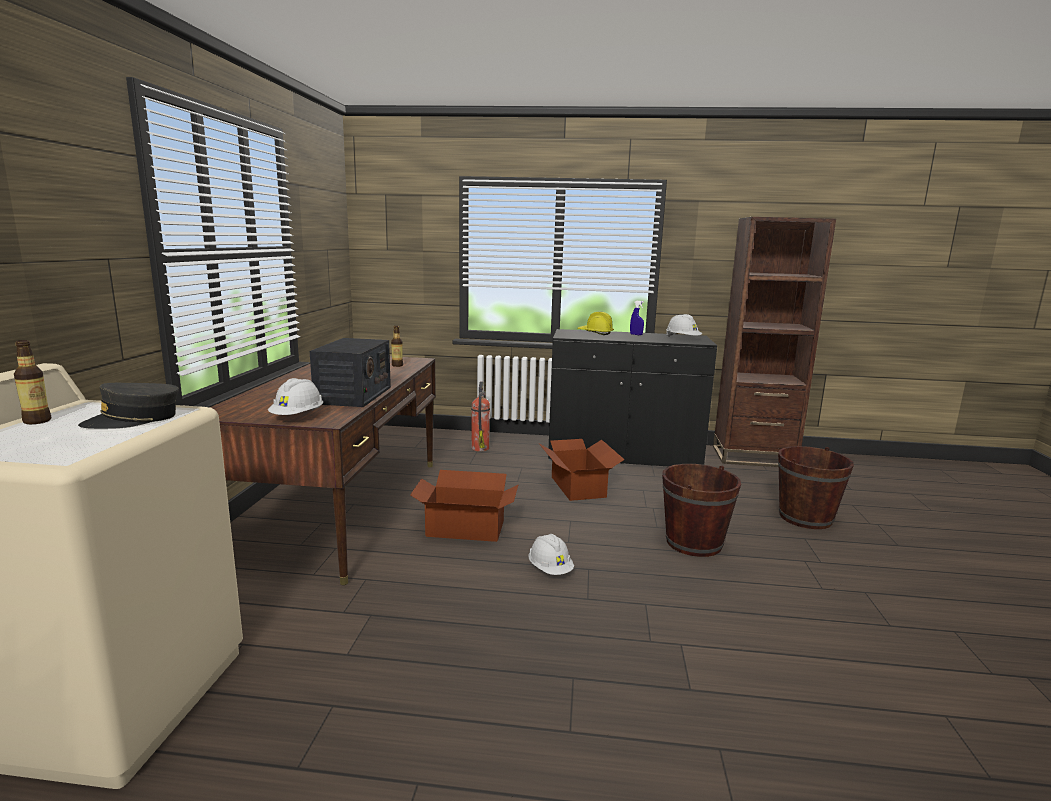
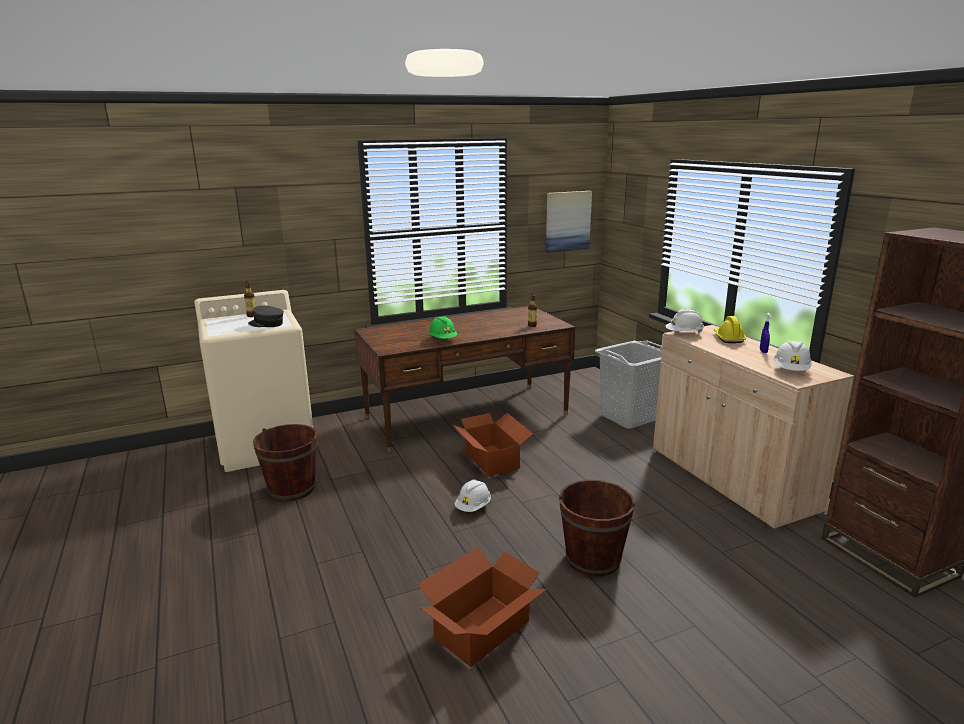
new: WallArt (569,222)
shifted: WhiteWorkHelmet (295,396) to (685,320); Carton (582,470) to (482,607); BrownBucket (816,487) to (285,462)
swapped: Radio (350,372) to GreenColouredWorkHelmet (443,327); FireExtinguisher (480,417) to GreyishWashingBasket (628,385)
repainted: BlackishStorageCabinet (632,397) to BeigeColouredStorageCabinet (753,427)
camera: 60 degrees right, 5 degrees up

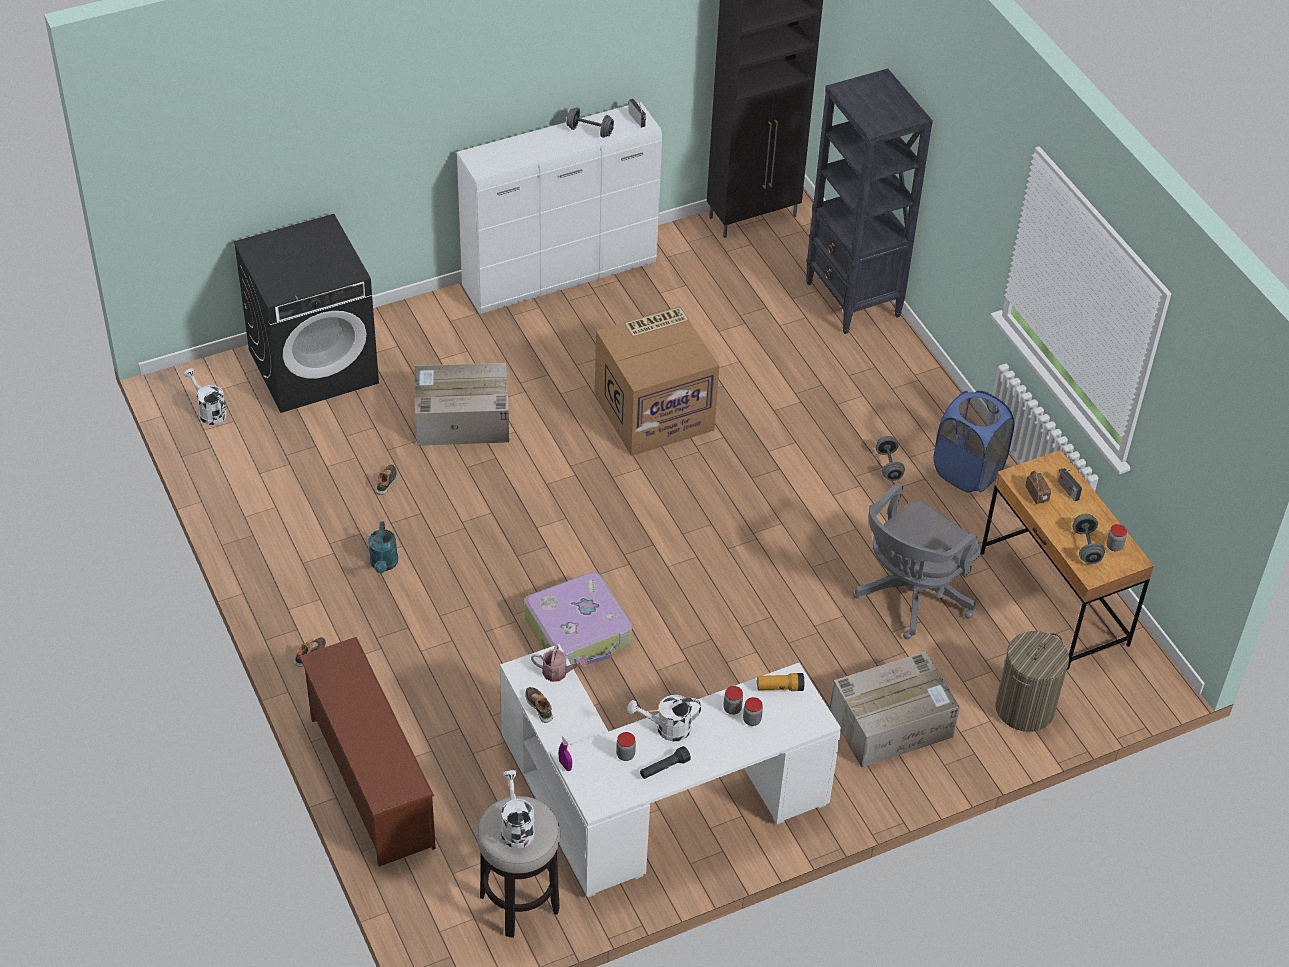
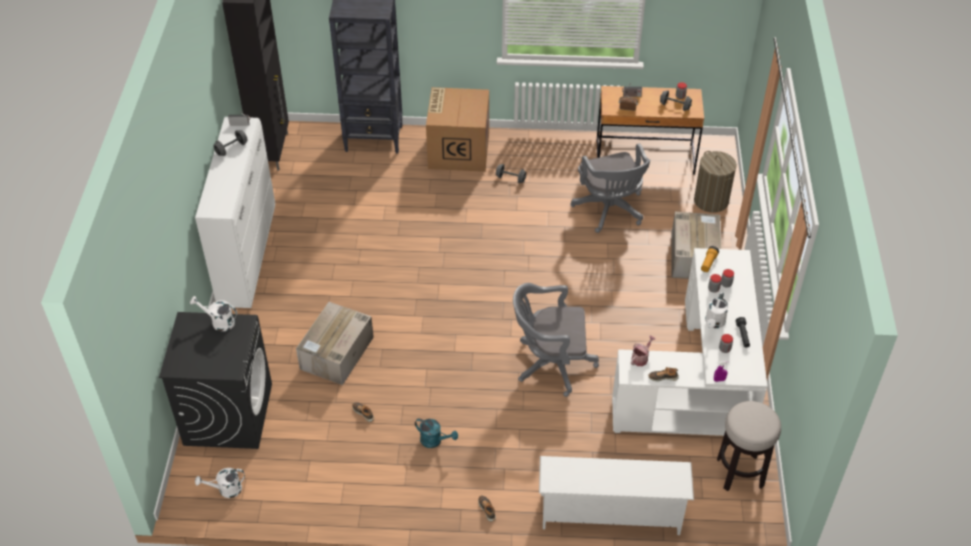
gone: BluishWashingBasket (974,442)
shifted: WhiteSprinklingCan (518,809) to (213,313); Carton (657,381) to (457,129)
swapped: PieceOfLuggage (578,619) to GreyishOfficeChair (556,340)
repainted: BrownShoeShelf (367,752) to WhiteShoeShelf (616,495)
camera: 60 degrees left, 0 degrees up

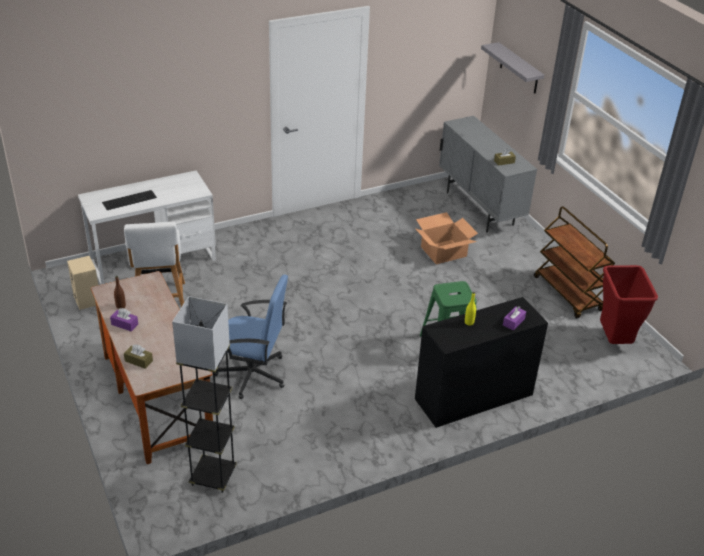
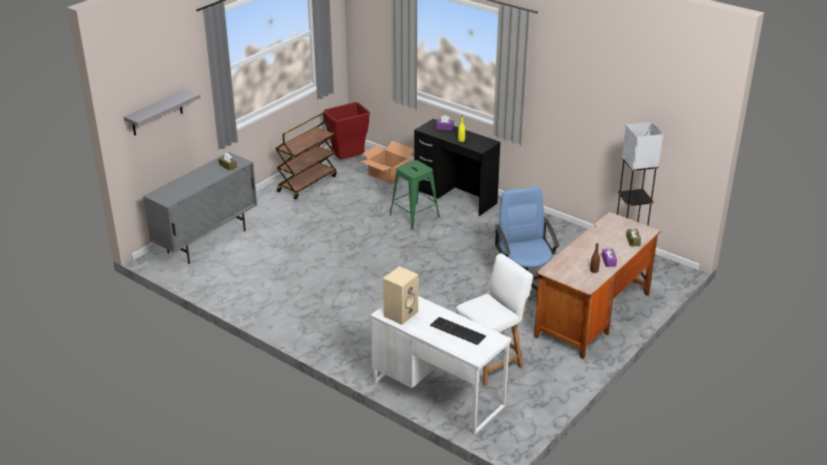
shifted: BeigeColouredAudioSpeaker (82,283) to (400,295); Carton (446,238) to (387,162)
camera: 115 degrees left, 5 degrees down

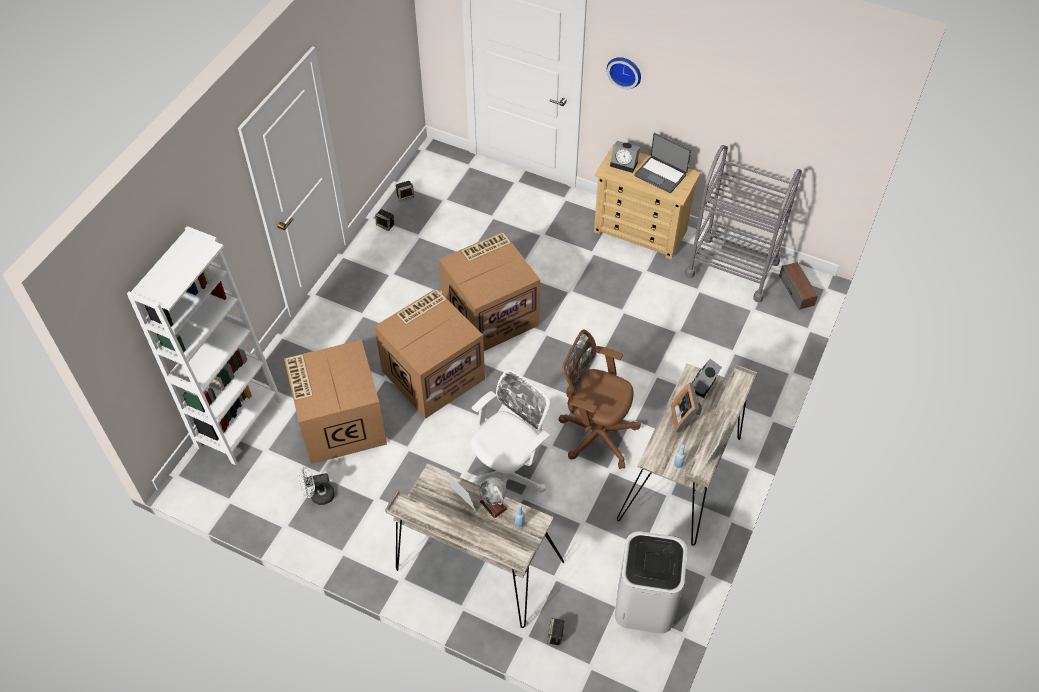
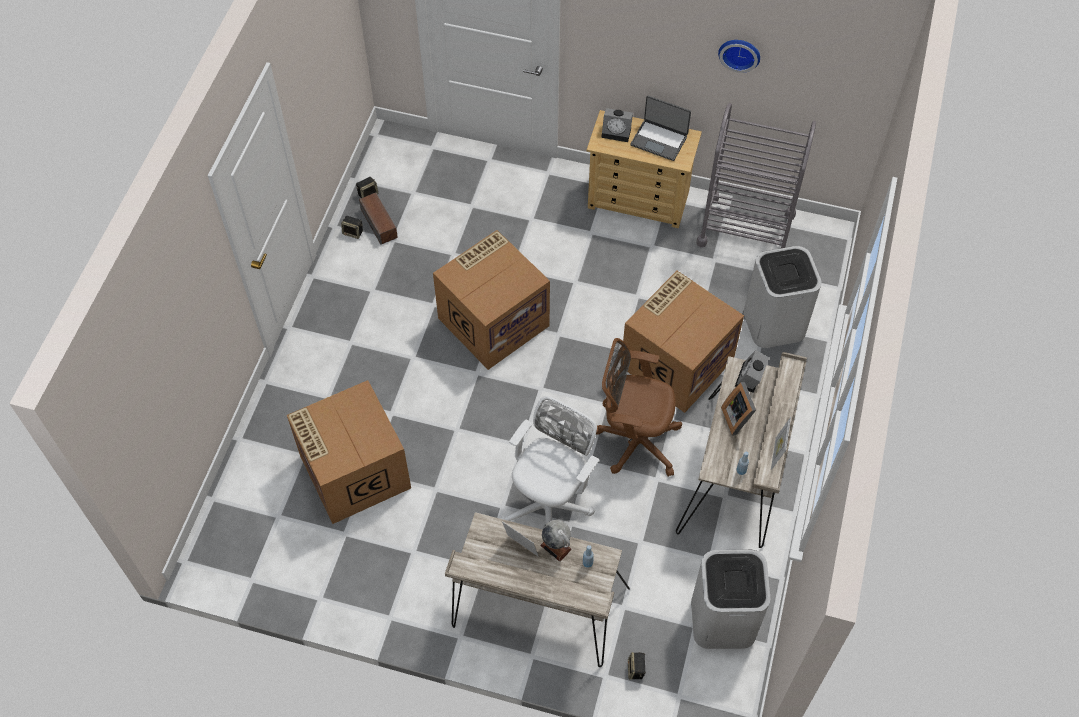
gone: WhiteShelvingUnit (204,345); WhiteFan (316,485)
new: WhiteTrashCan (783,297)
shifted: Carton (429,353) to (683,342); WallClock (624,73) to (739,56); AudioSpeaker (798,286) to (378,219)
camera: 10 degrees left, 5 degrees up

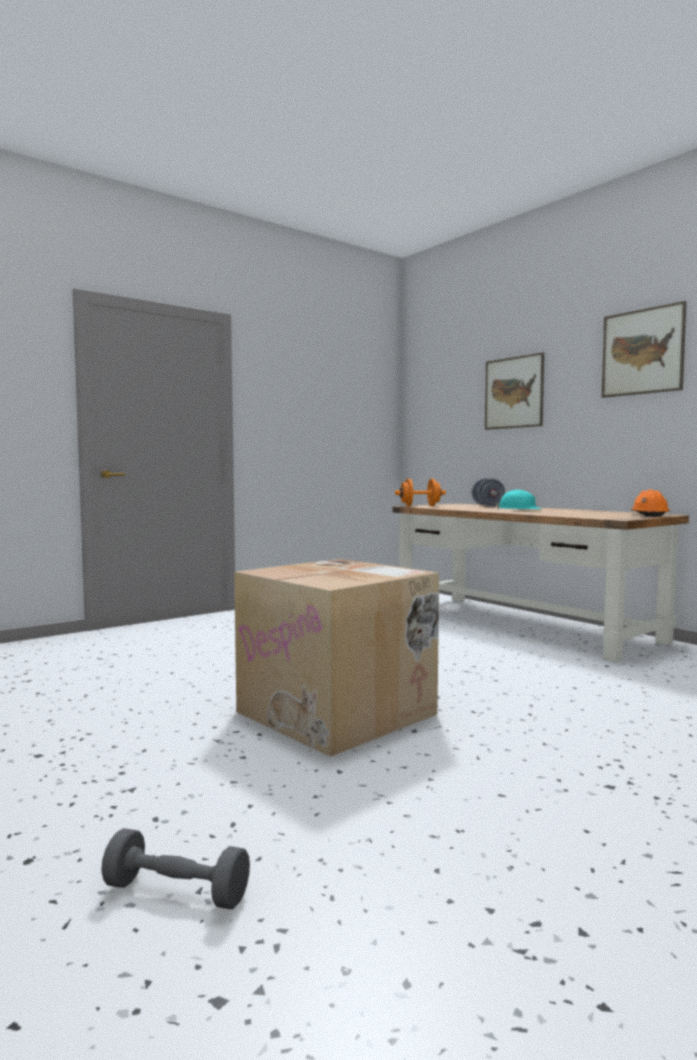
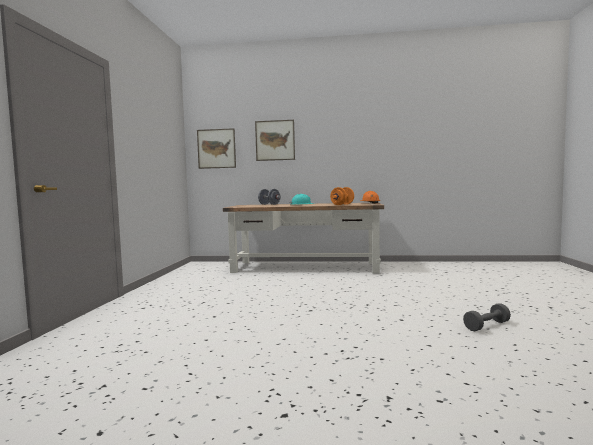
gone: Carton (336,658)
shifted: GreyishFreeWeight (175,868) to (487,317); OrangeColouredFreeWeight (420,492) to (342,196); WallArt (643,349) to (216,148)
camera: 45 degrees left, 0 degrees up

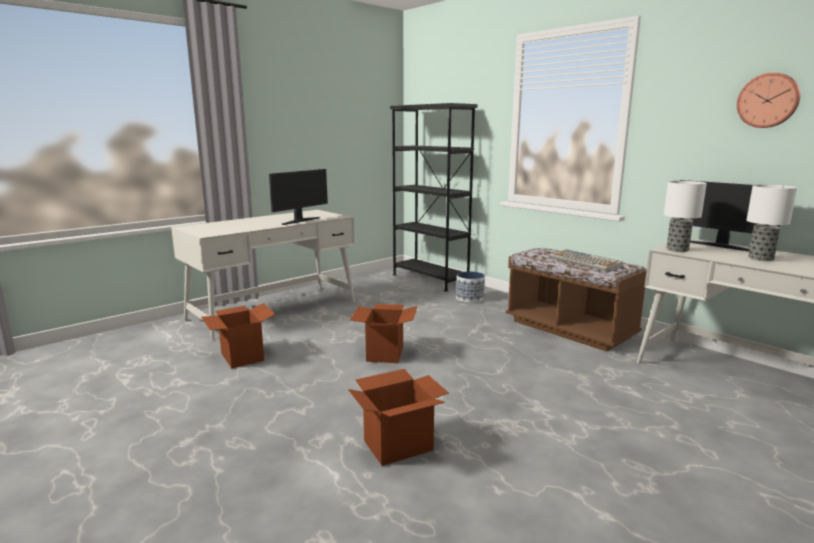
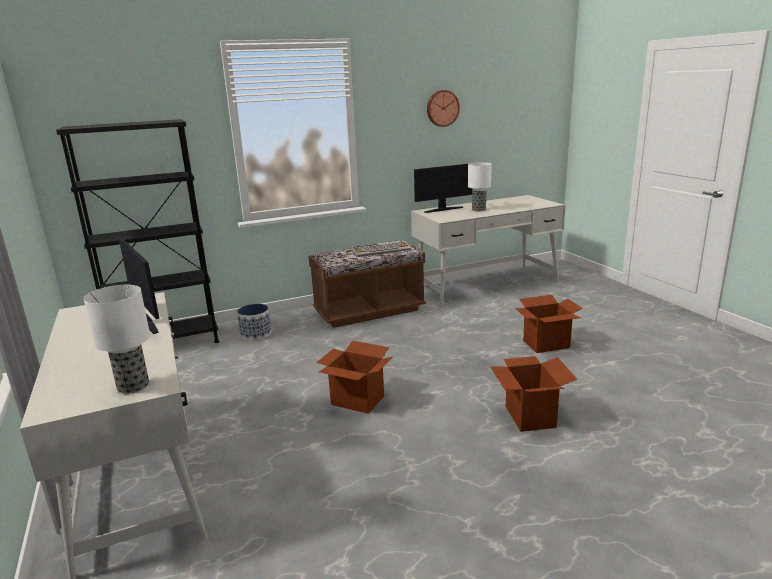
shifted: Carton (238,335) to (549,324); TableLamp (685,216) to (117,339)
camera: 70 degrees left, 5 degrees up

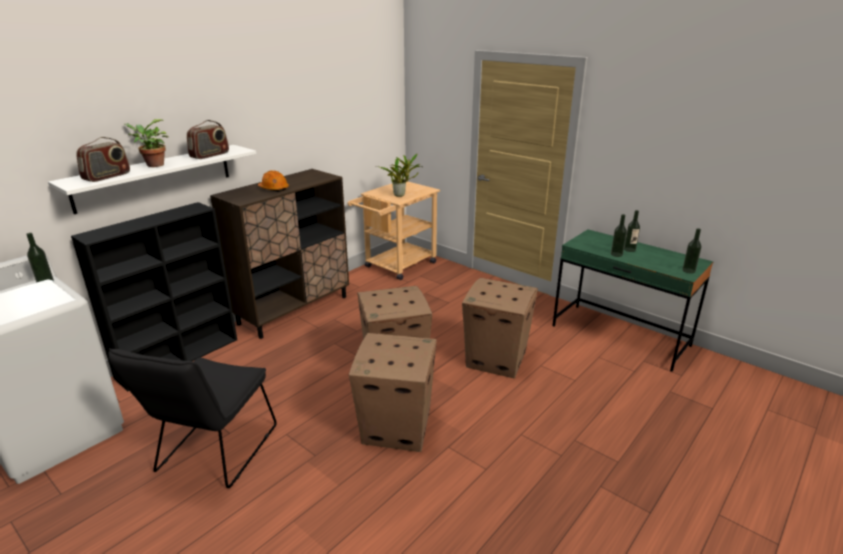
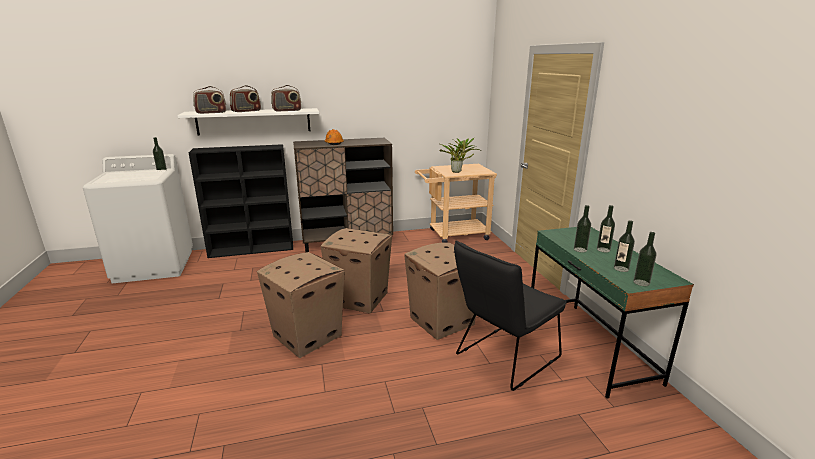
new: BeverageBottle (624,246)
shifted: BlackishUprightChair (192,418) to (510,315)
swapped: PlantInAPot (146,143) to Radio (245,98)
camera: 35 degrees right, 5 degrees down

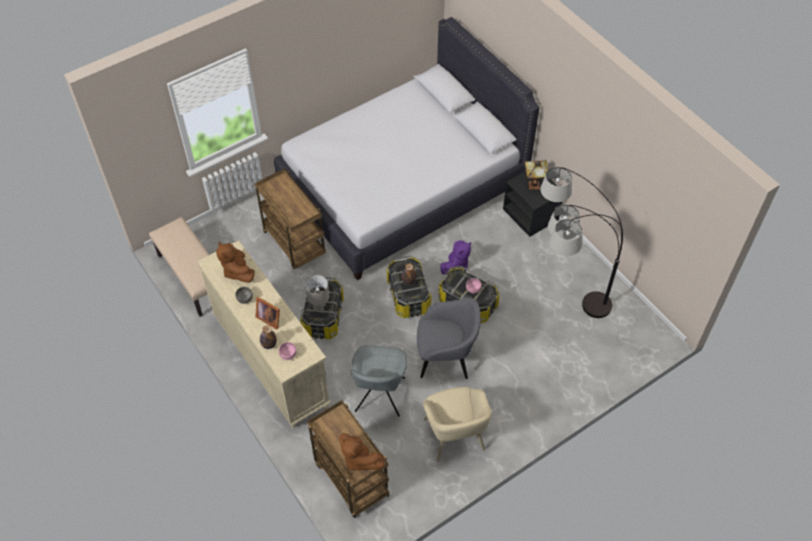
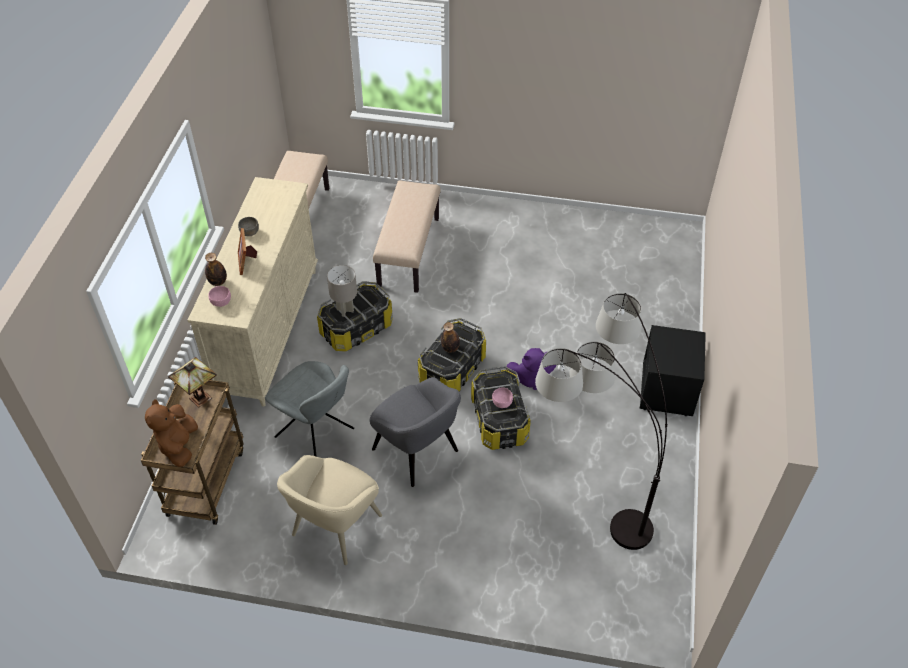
gone: BrownPlushToy (235,262); WhiteBedroomBed (407,148)
shifted: TableLamp (536,175) to (192,382)
swapped: BrownTrolley (290,218) to BeigeColouredBench (406,236)
rotated: GreyishUprightChair (379,381) = (309,409) 105 degrees counterclockwise
camera: 45 degrees right, 5 degrees down

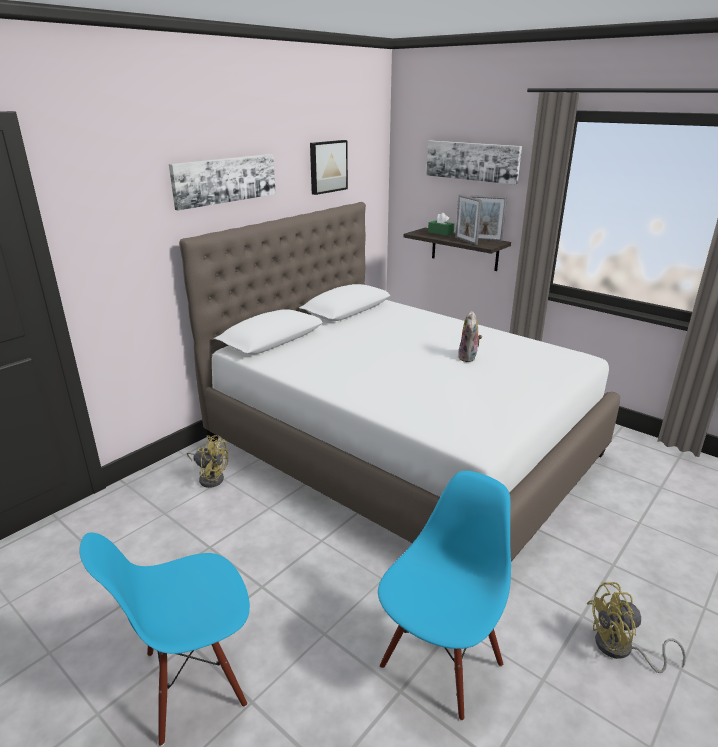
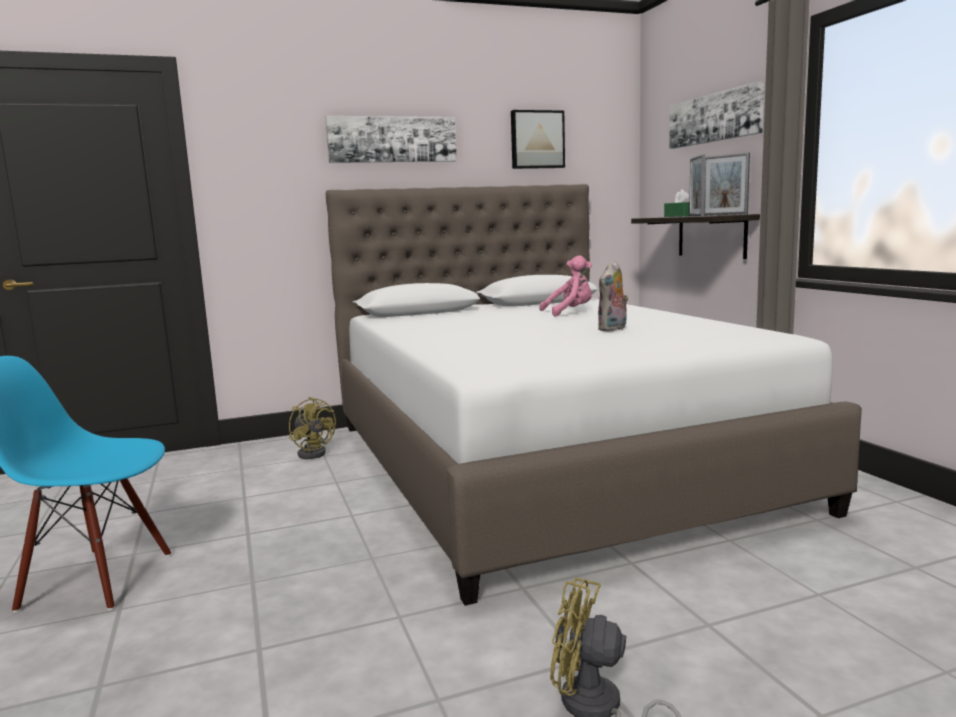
gone: BluishUprightChair (444,596)
new: PinkColouredPlushToy (565,286)
camera: 30 degrees right, 15 degrees down

